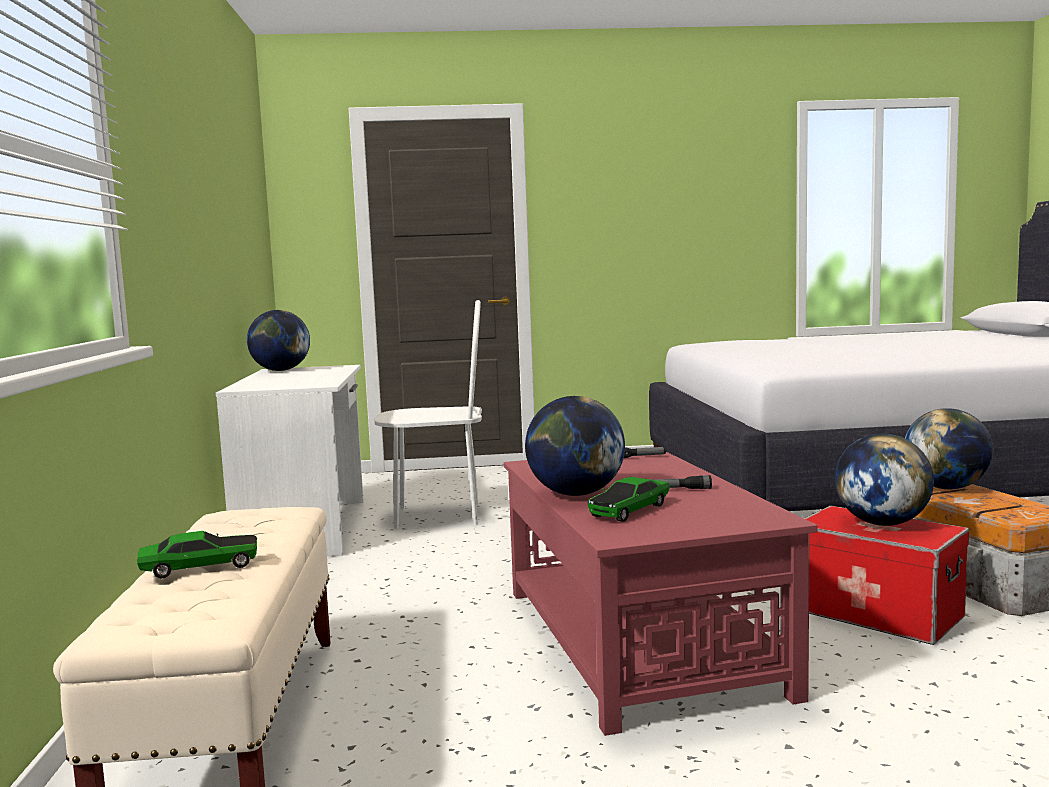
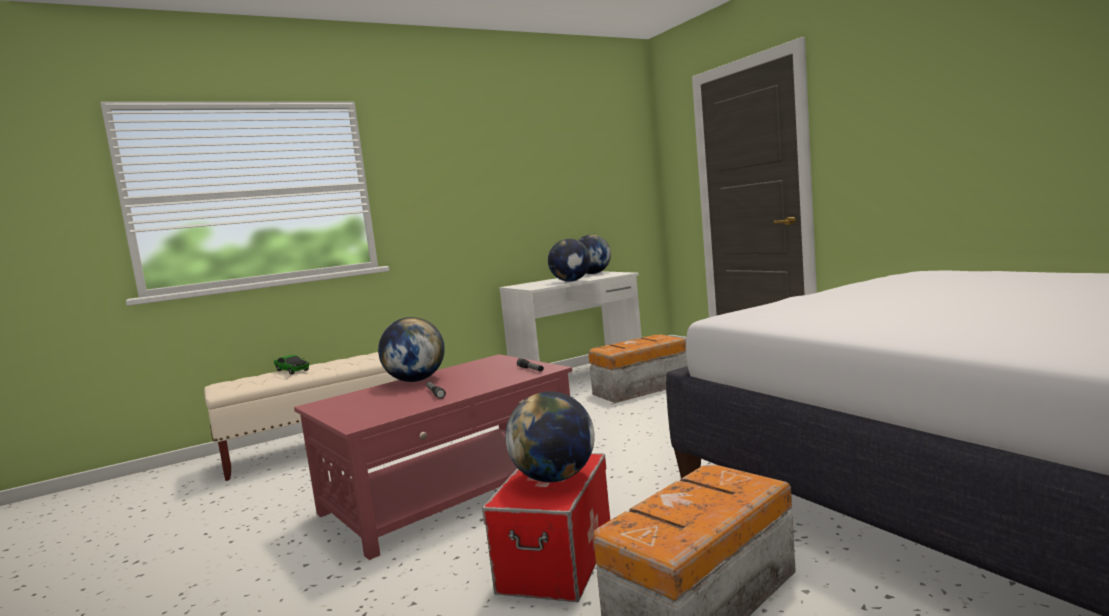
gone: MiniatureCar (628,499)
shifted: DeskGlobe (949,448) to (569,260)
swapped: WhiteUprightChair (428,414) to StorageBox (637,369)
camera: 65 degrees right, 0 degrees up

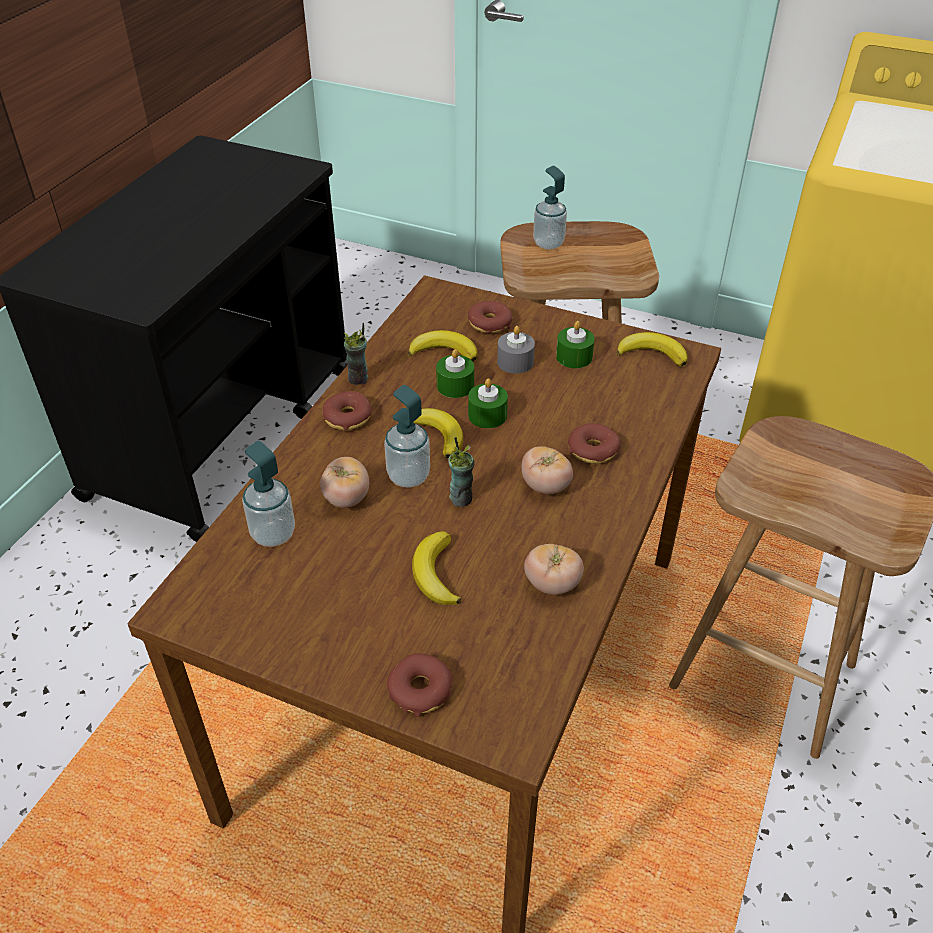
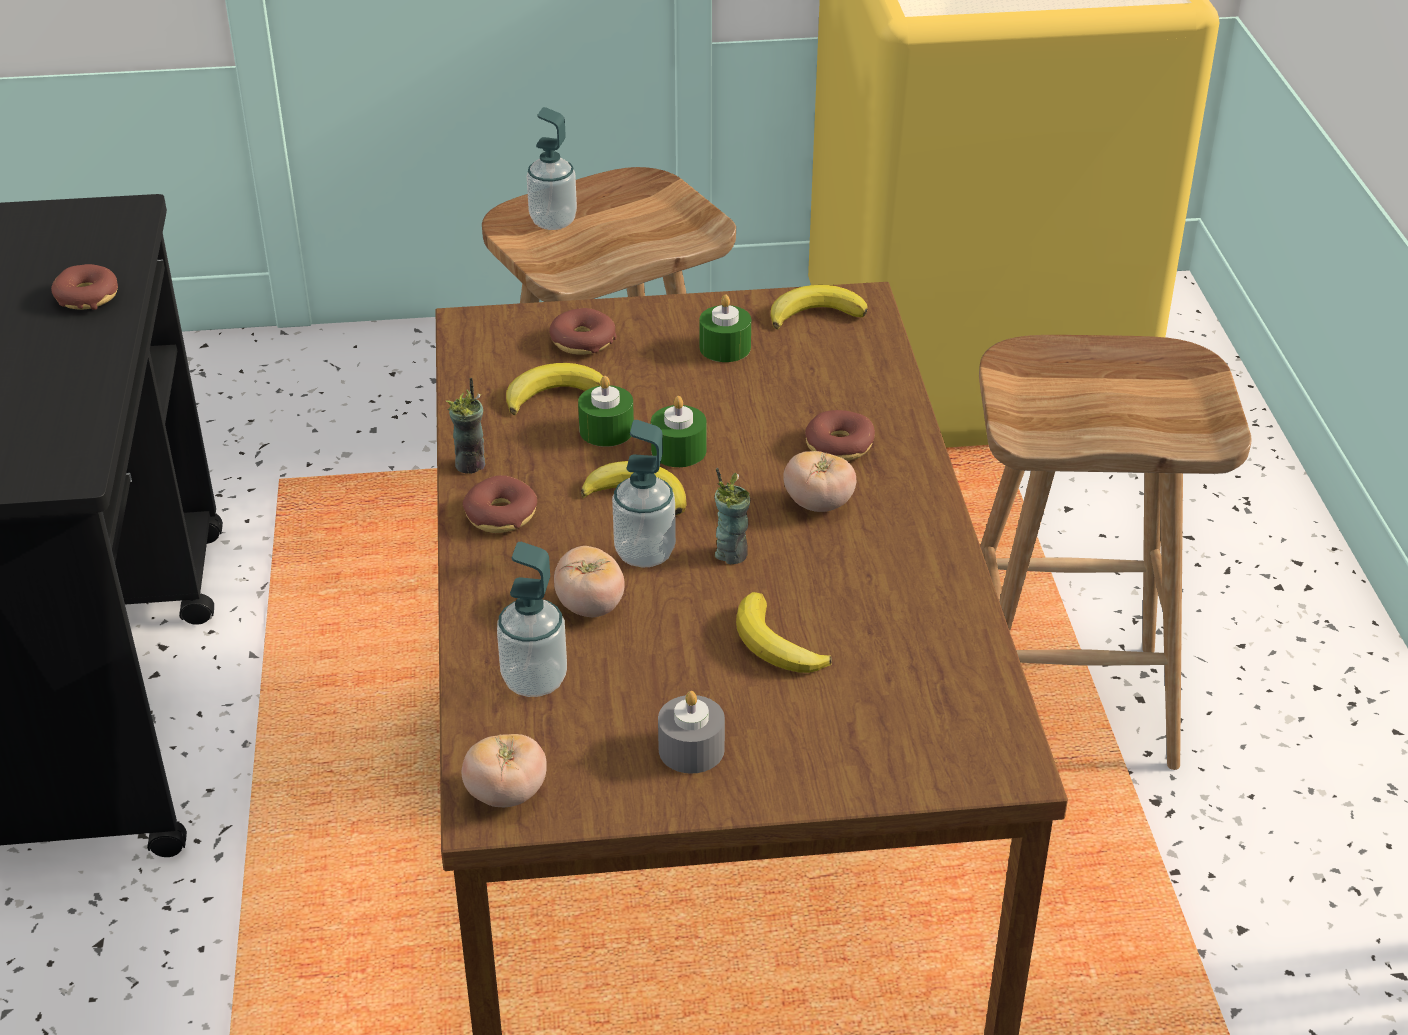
shifted: Donut (419,685) to (84,287); GreyishWaxCandle (516,350) to (691,732); FreshTomato (554,569) to (504,770)
camera: 30 degrees left, 5 degrees down

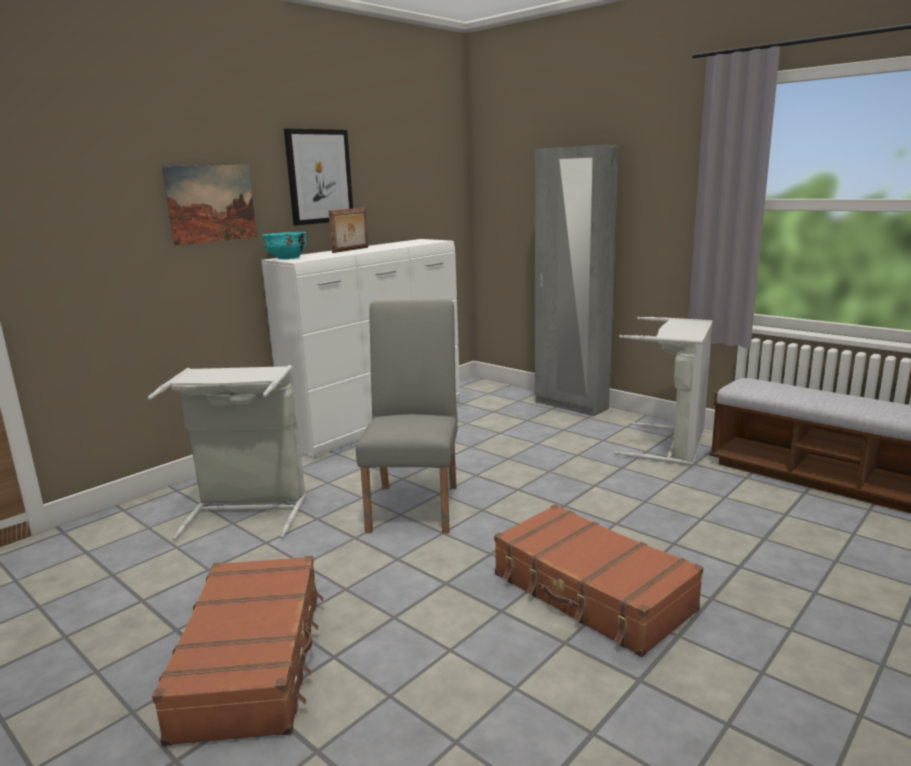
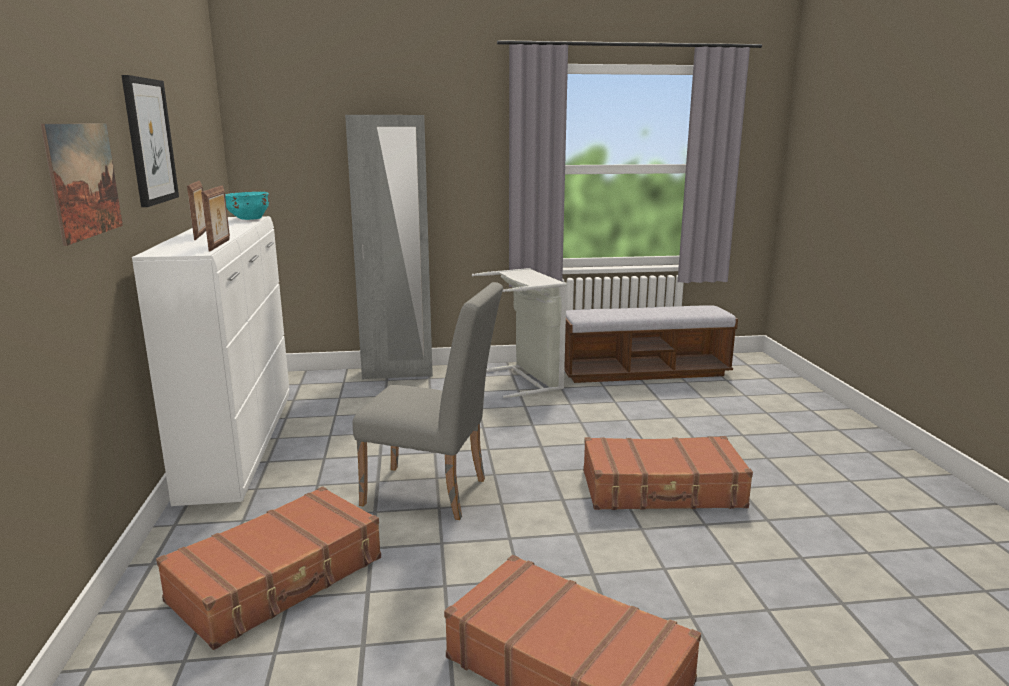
new: StandingFrame (215,218)
shifted: TurquoiseColouredDeepDish (284,245) to (247,206)
swapped: GreyishWashingBasket (227,452) to BrownPieceOfLuggage (268,568)
rotated: GreyishUprightChair (407,416) = (428,401) 150 degrees clockwise
camera: 50 degrees left, 0 degrees up

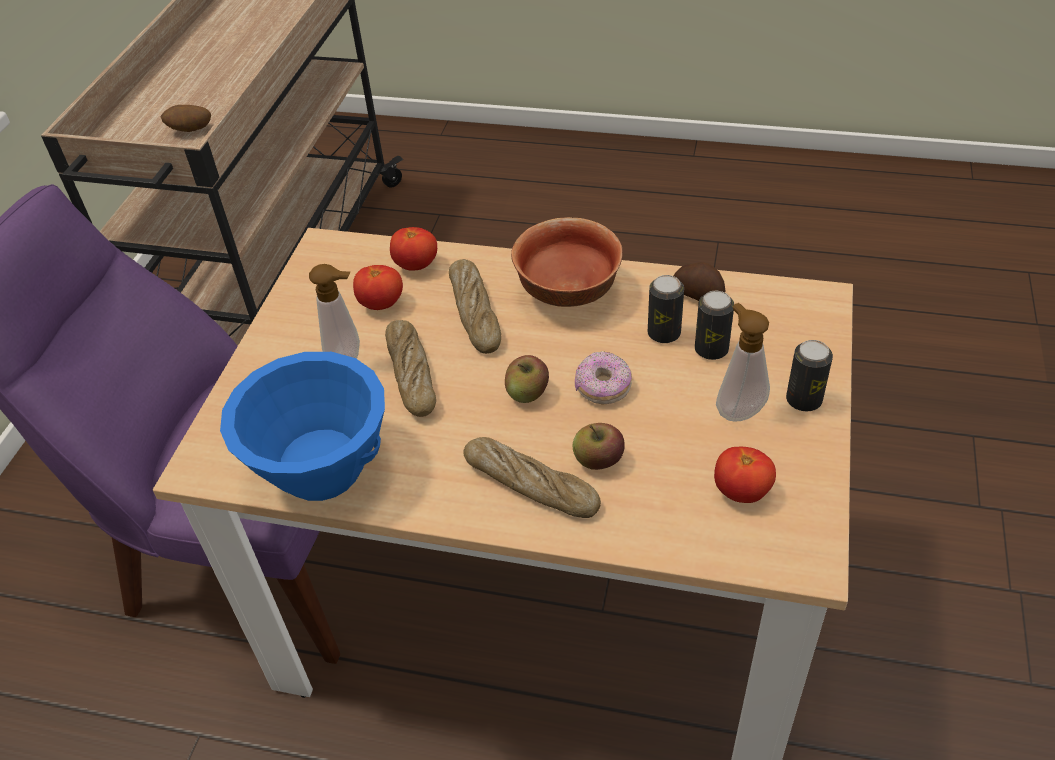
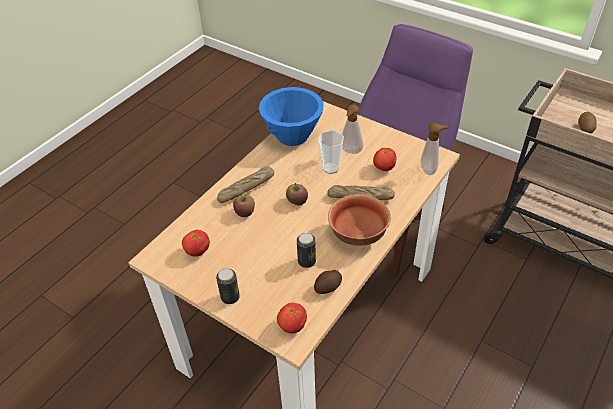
gone: Donut (603,378); Can (714,325)
shifted: FreshTomato (413,249) to (292,318); LiquidSoapBottle (743,362) to (434,149)
swapped: BakedBread (410,368) to SmallCup (331,152)
camera: 110 degrees right, 0 degrees up

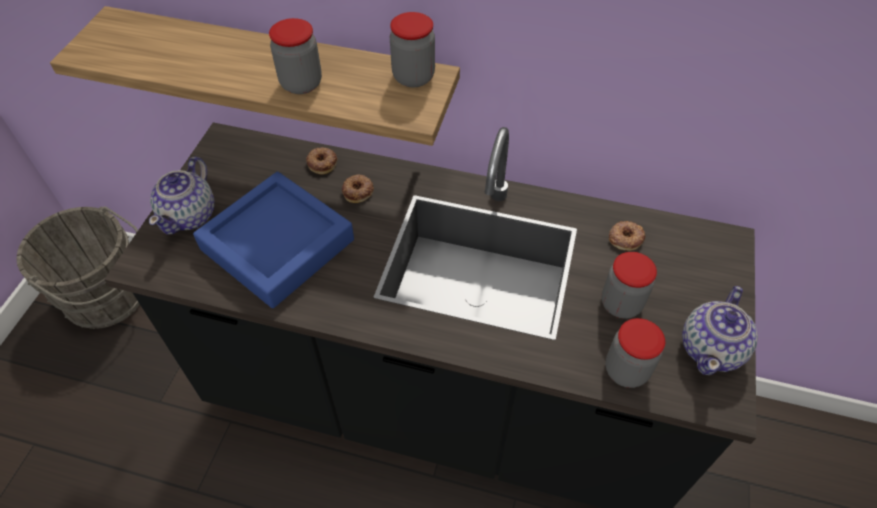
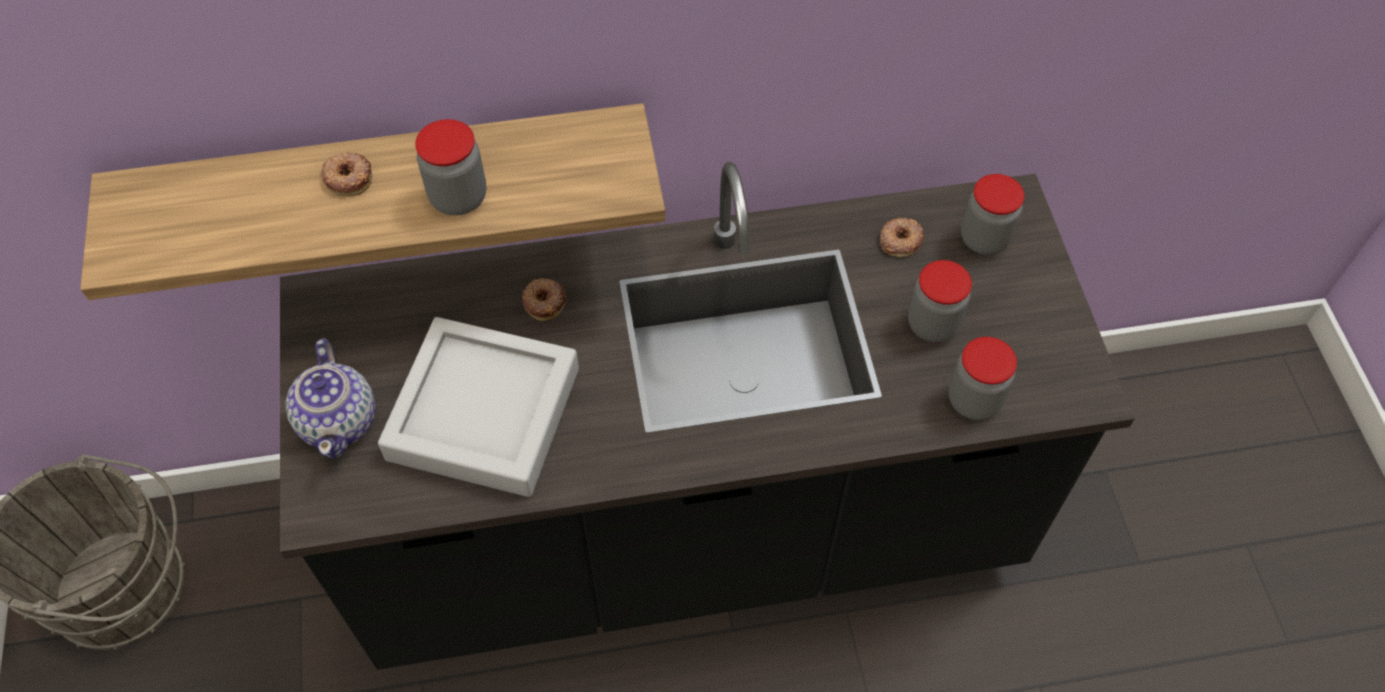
gone: Teapot (720,330)
shifted: Donut (322,160) to (347,174); StorageJar (412,50) to (993,214)
repainted: BluishServingTray (273,240) to GreyishServingTray (478,407)
camera: 25 degrees left, 5 degrees up

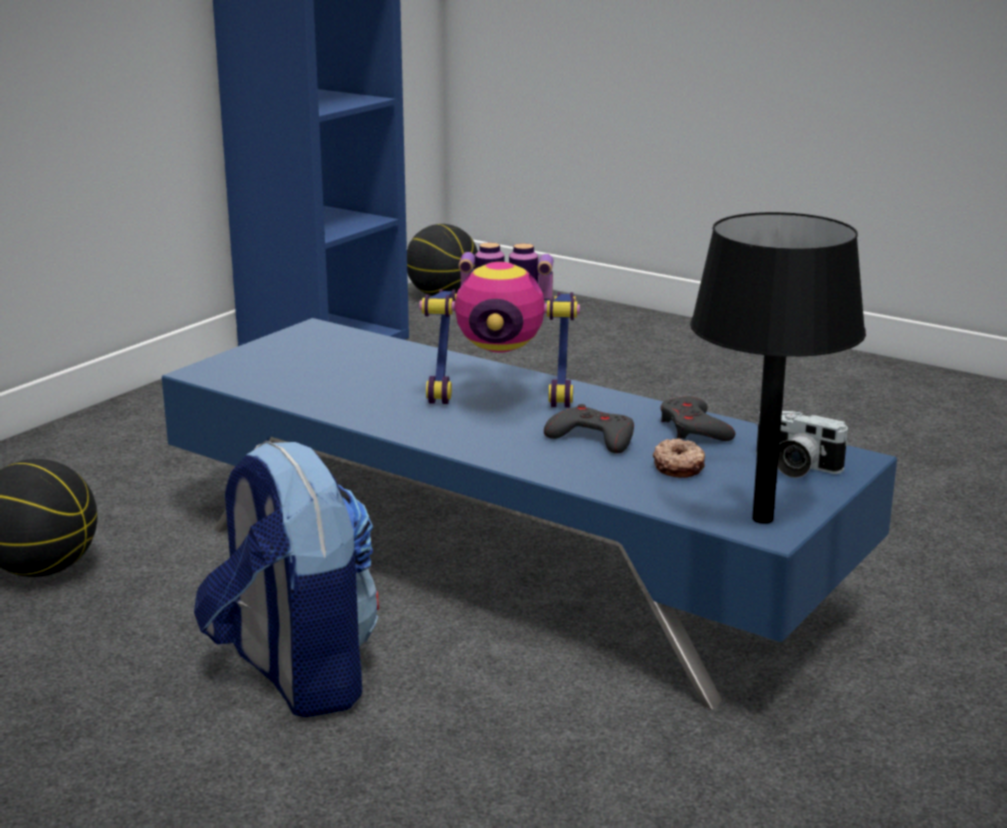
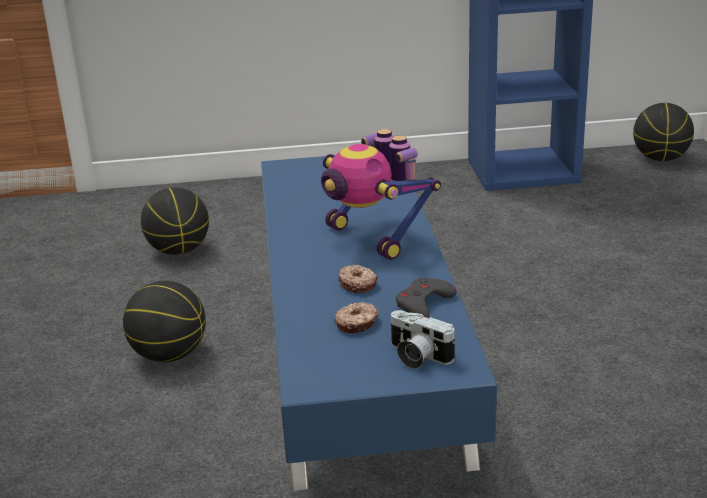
gone: BlackishTableLamp (778,368)
swapped: Backpack (286,579) to Basketball (164,321); GreyishGameController (589,428) to Donut (358,279)
rotated: StillCamera (802,444) = (422,339) 45 degrees counterclockwise
camera: 50 degrees right, 5 degrees up

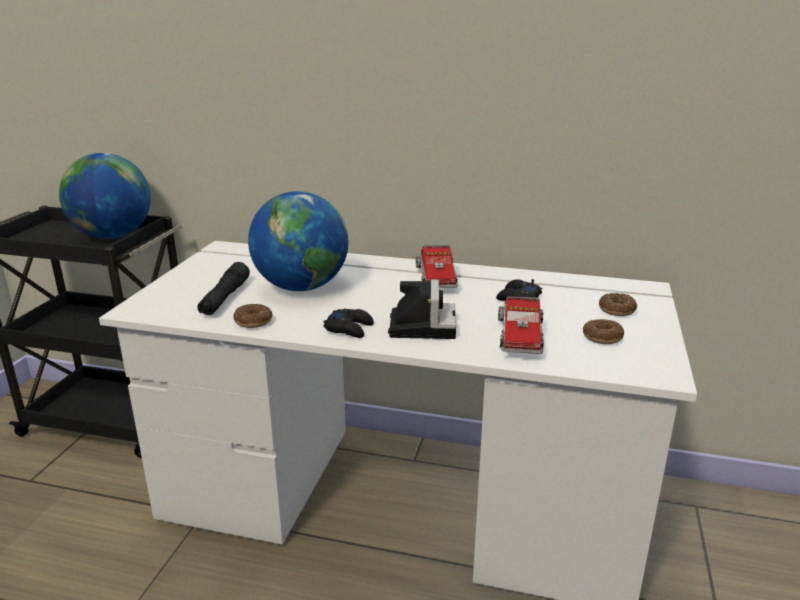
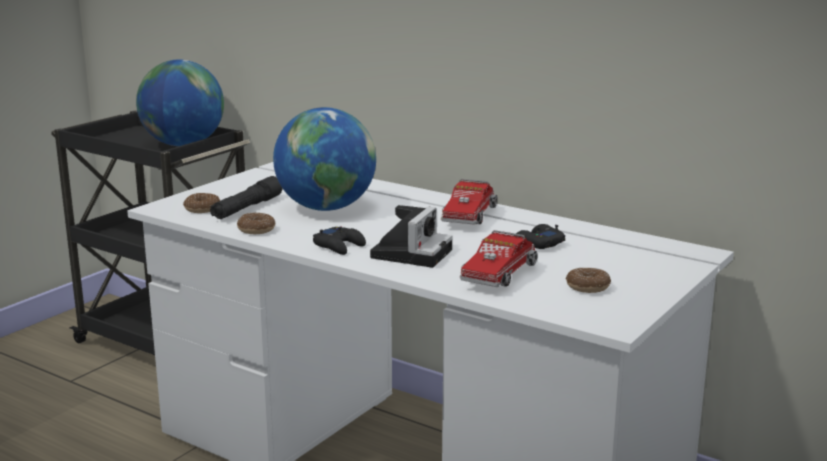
shifted: Donut (618,304) to (201,203)
camera: 20 degrees right, 5 degrees down

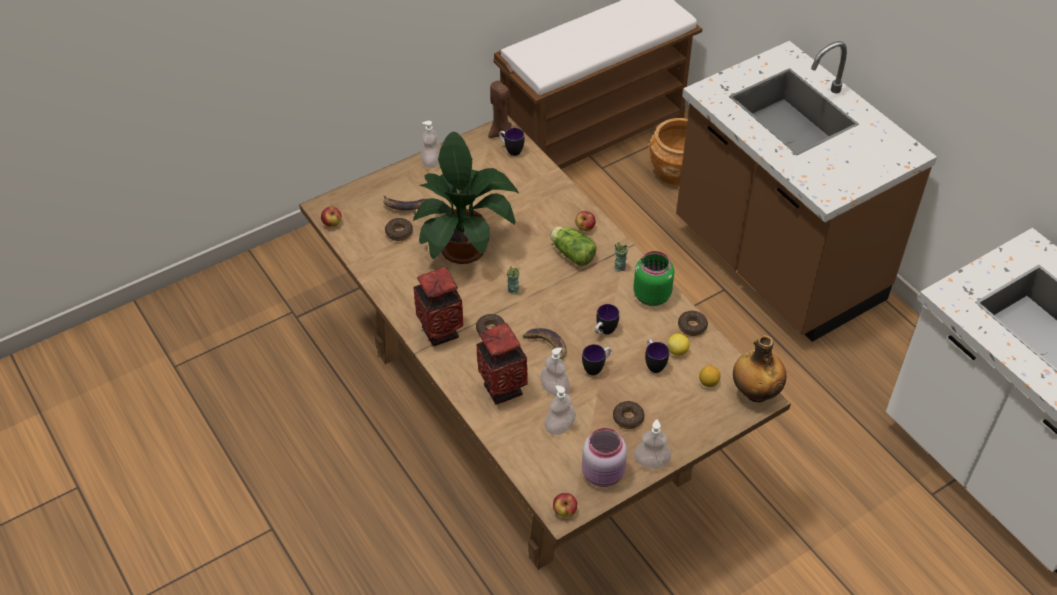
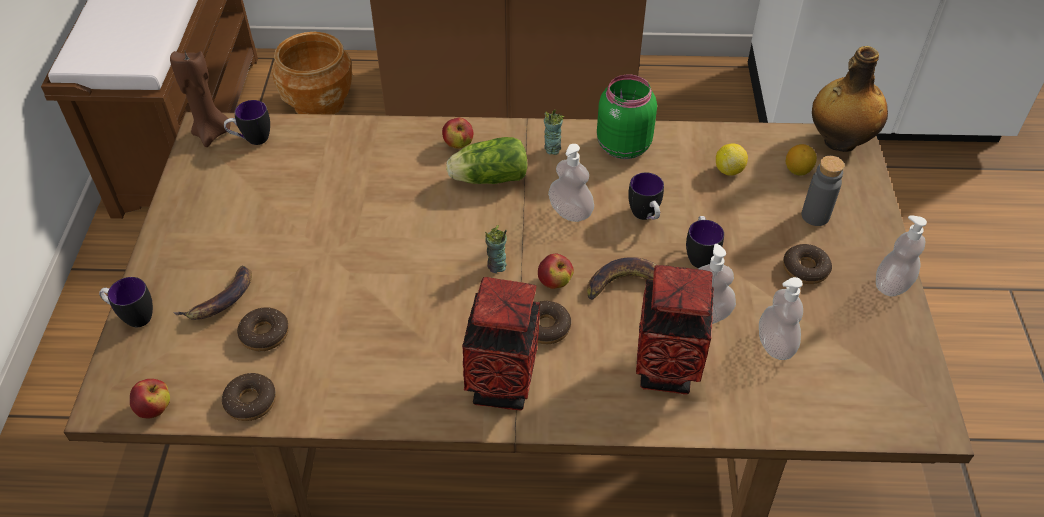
gone: PlantInAPot (466,198); PinkColouredStorageJar (604,457)
new: GreyishBeverageBottle (823,191)
shifted: LiquidSoapBottle (430,144) to (571,183); WholeApple (565,505) to (556,271); TeaMug (657,356) to (126,302); Donut (693,323) to (249,397)
camera: 55 degrees left, 0 degrees up

